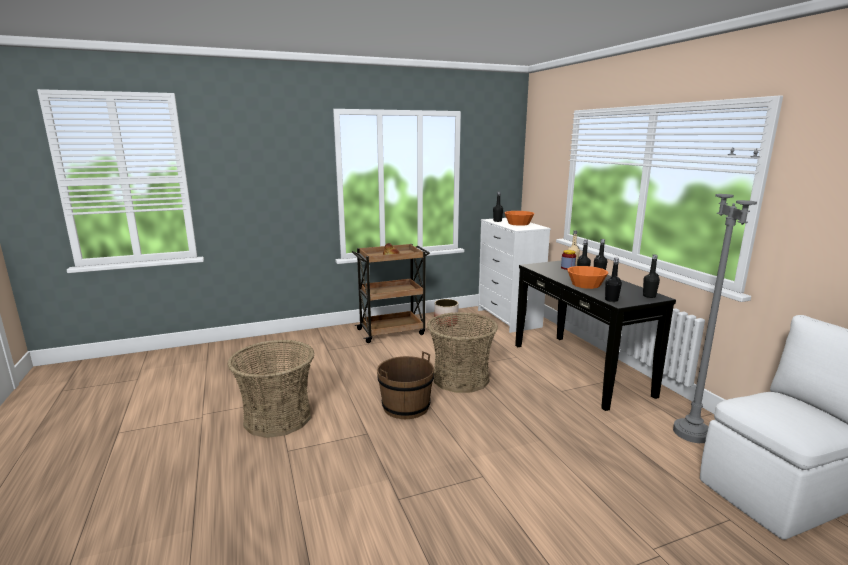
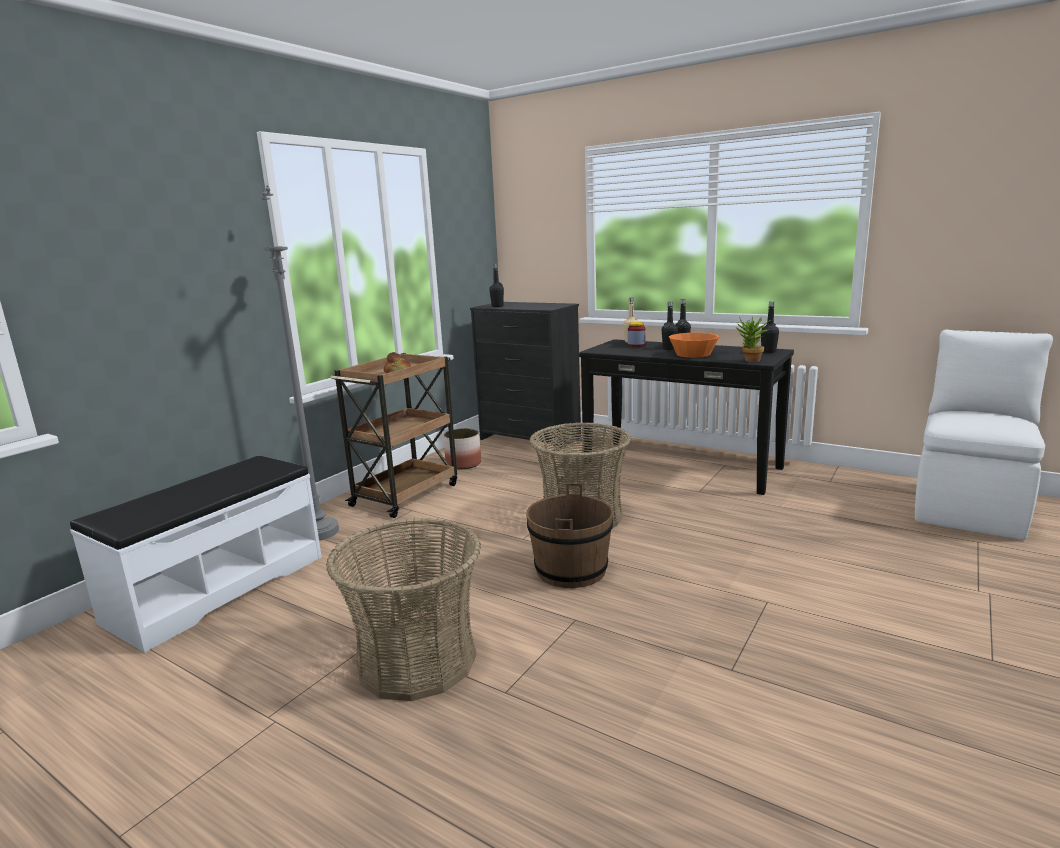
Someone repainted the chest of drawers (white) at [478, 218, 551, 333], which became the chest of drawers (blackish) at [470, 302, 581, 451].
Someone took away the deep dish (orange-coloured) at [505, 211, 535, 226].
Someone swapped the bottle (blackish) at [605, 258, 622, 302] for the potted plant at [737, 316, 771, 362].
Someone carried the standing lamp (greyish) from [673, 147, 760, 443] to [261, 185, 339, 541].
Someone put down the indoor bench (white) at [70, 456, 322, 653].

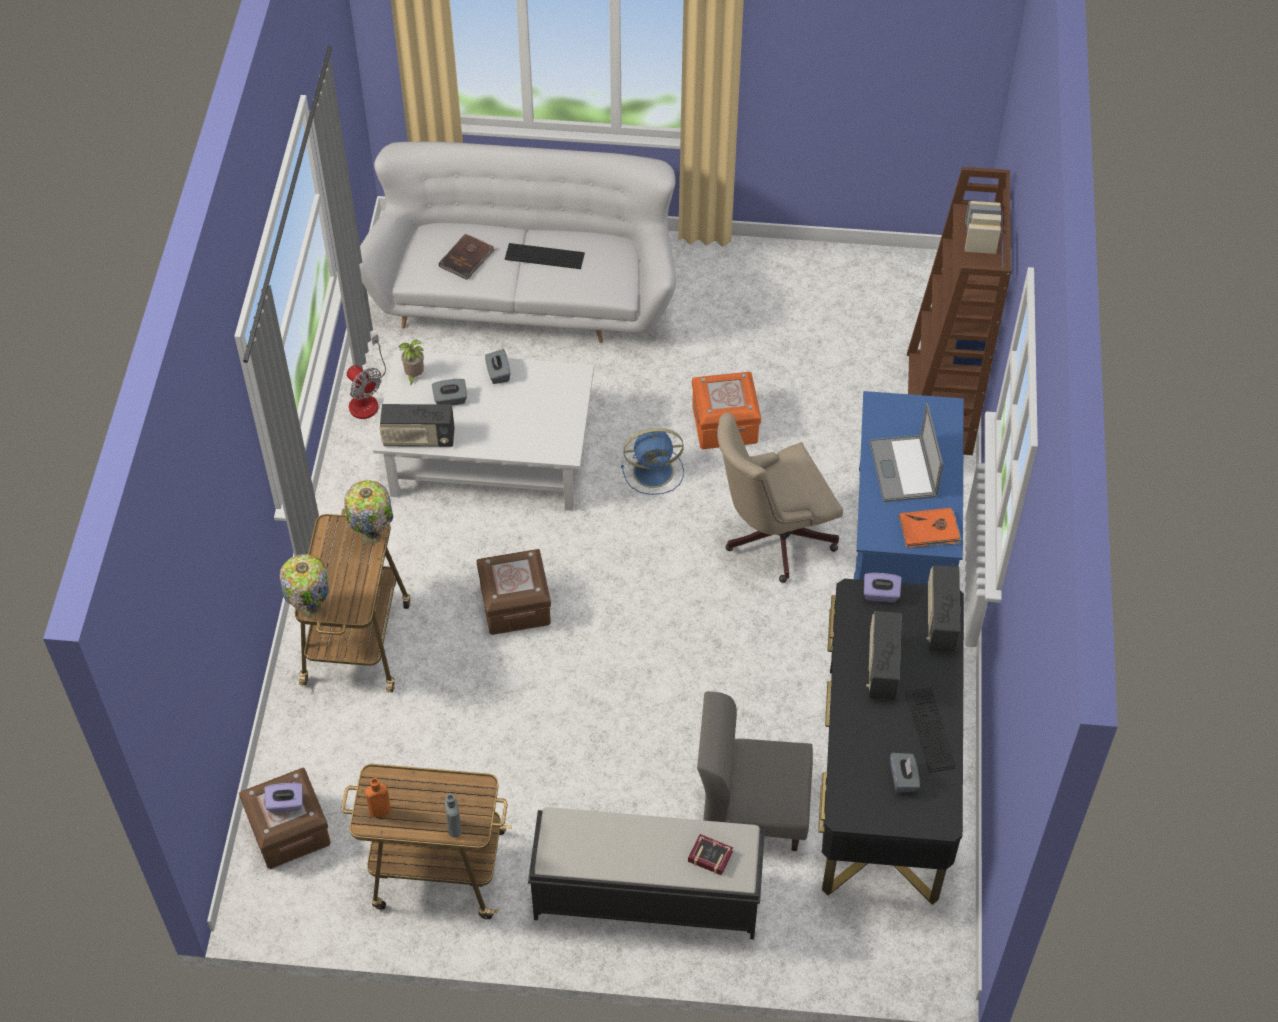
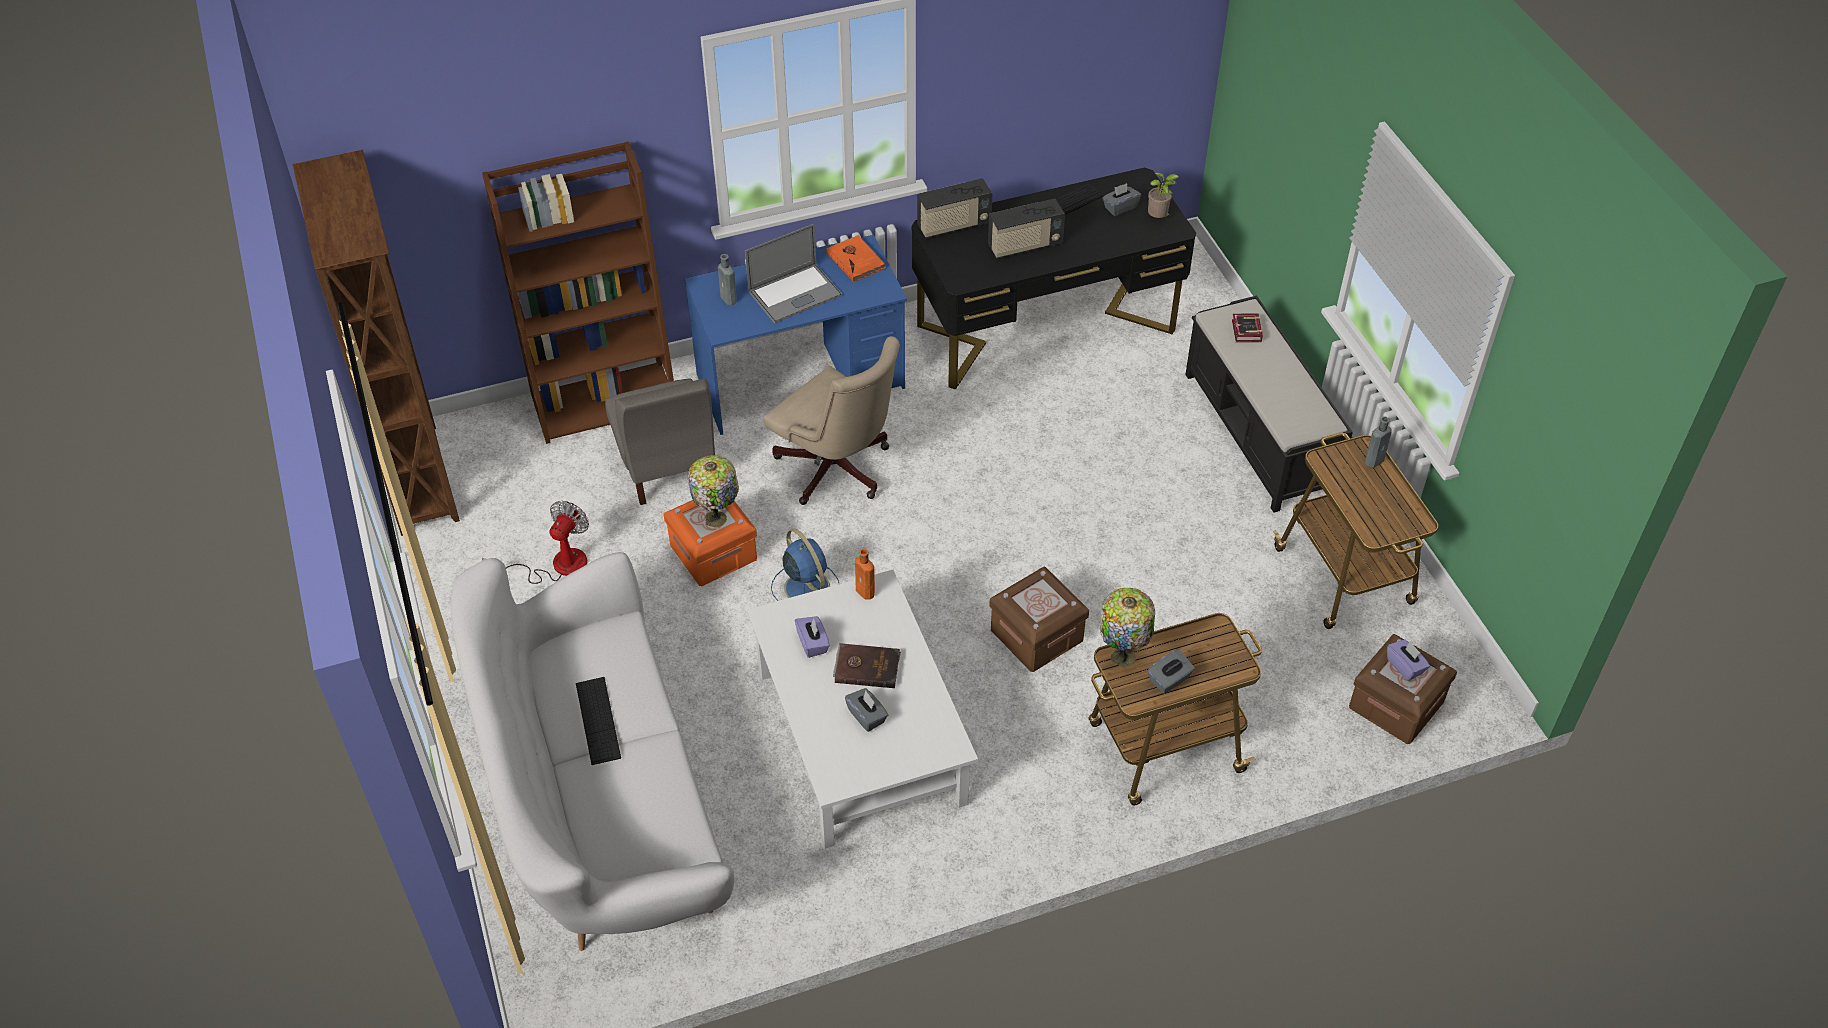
Someone carried the lamp for a table from [280, 554, 329, 618] to [688, 455, 739, 527].
Someone carried the fan from [347, 334, 386, 419] to [482, 501, 589, 584].
Someone carried the bottle (orange-coloured) from [365, 778, 391, 818] to [855, 549, 875, 600].
Someone took away the radio receiver at [379, 404, 455, 447].
Someone carried the potted plant from [398, 340, 424, 386] to [1148, 173, 1179, 218].
Someone carried the bound book (brown) from [439, 234, 496, 280] to [833, 643, 901, 688].
Someone carried the tissue holder (greyish) from [485, 349, 510, 384] to [1148, 649, 1195, 694].
Someone carried the chair (greyish) from [697, 691, 813, 851] to [605, 378, 715, 505].
Someone carried the tissue holder (purple) from [864, 573, 901, 602] to [795, 616, 830, 658].
Someone put down the bookshelf (brown) at [293, 150, 460, 536].
Someone put down the bottle (greyish) at [718, 254, 737, 305].

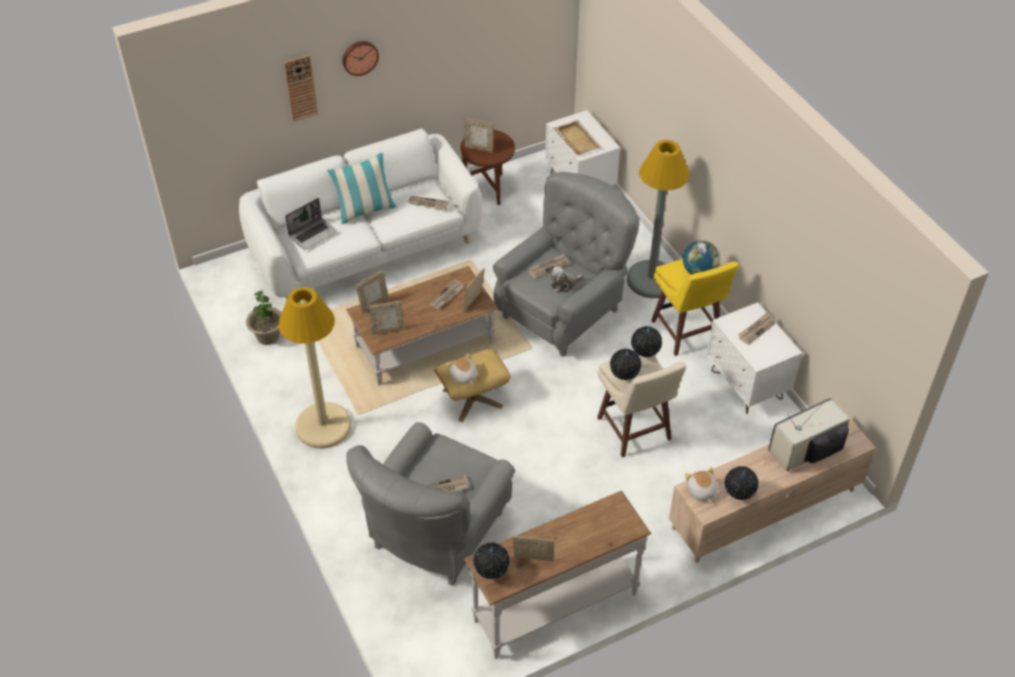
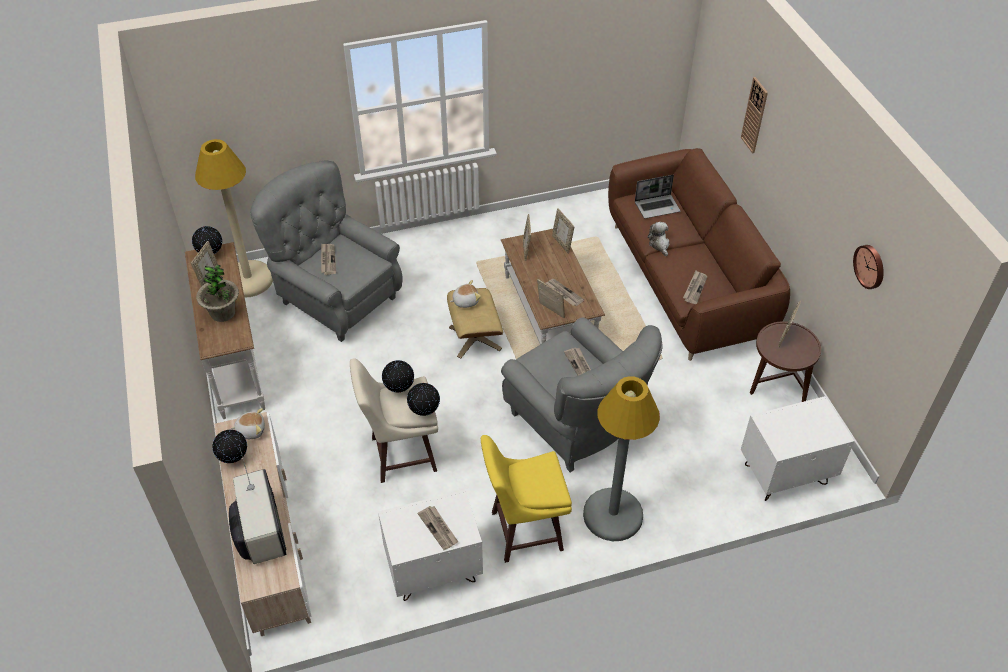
Someone repainted the sofa (white) at [239, 128, 482, 300], which became the sofa (brown) at [608, 148, 790, 361].
Someone carried the potted plant from [246, 291, 282, 345] to [196, 265, 239, 322].
Someone carried the standing lamp (beige) from [278, 287, 352, 449] to [195, 139, 273, 298].
Someone rotated the notebook computer at [285, 198, 337, 250] by 75 degrees counterclockwise.
Someone took away the throw pillow at [327, 152, 397, 224].
Someone carried the clock on the wall from [342, 41, 379, 76] to [853, 245, 884, 289].
Someone carried the cuddly toy from [550, 266, 584, 293] to [648, 222, 670, 257].
Someone took away the carrying tray (beige) at [553, 120, 603, 155].
Someone took away the globe at [683, 240, 720, 275].

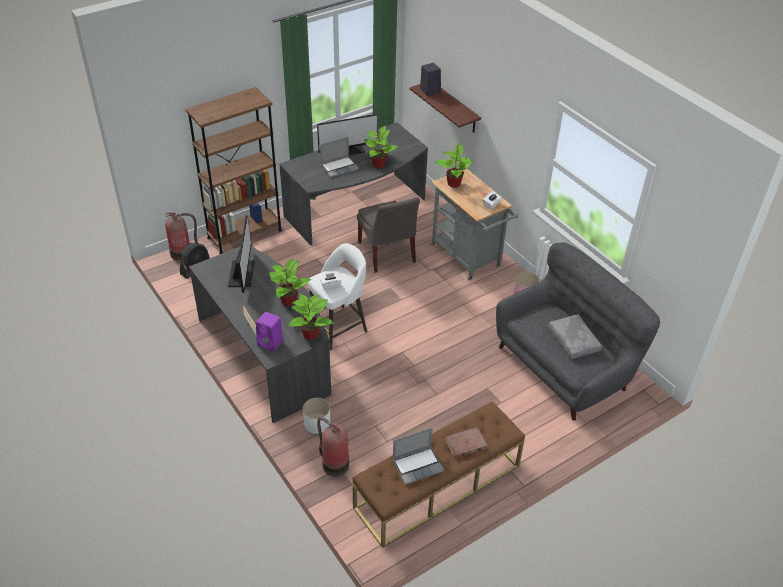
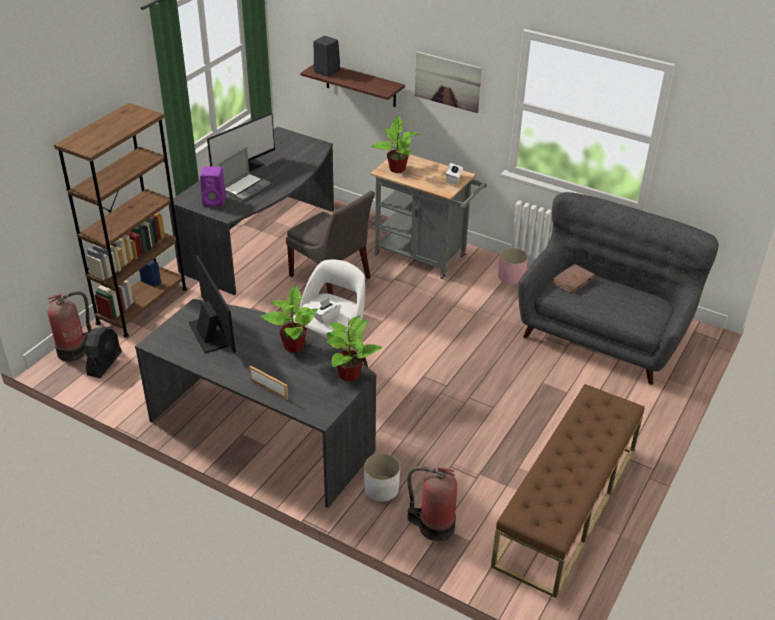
Someone carried the speaker (purple) from [256, 312, 283, 352] to [200, 166, 226, 207].
Someone took away the potted plant at [364, 126, 399, 168].
Someone took away the notebook computer at [392, 427, 444, 485].
Someone carried the bound book (brown) from [445, 427, 488, 458] to [552, 264, 595, 294].
Someone took away the throw pillow (greyish) at [548, 314, 602, 359].
Someone put up the picture at [415, 51, 482, 113].

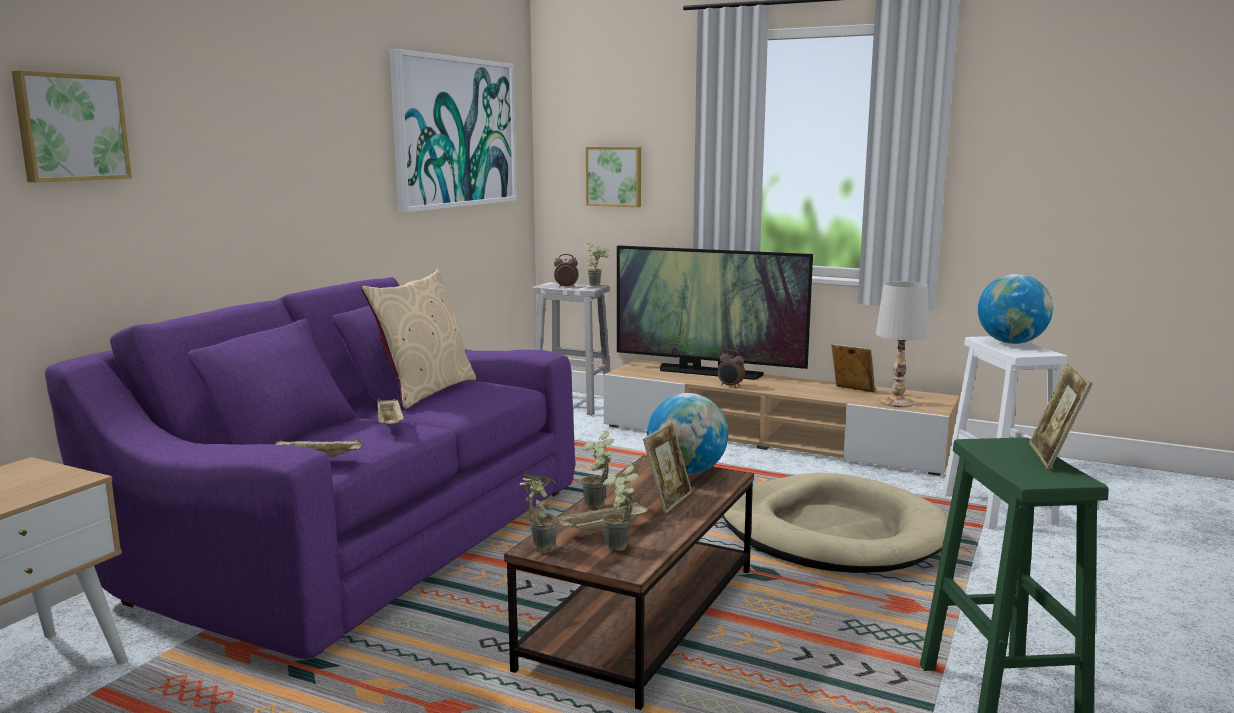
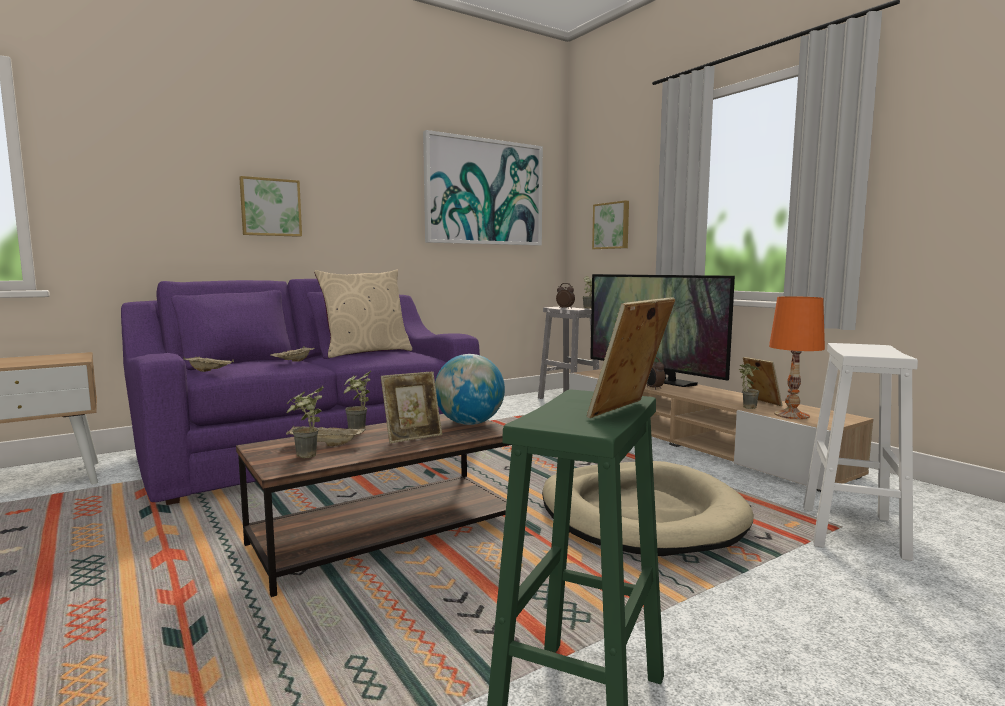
Someone carried the picture from [12, 70, 132, 182] to [239, 176, 302, 237].
Someone carried the potted plant from [520, 473, 559, 553] to [738, 363, 760, 409].
Someone repainted the lamp for a table (white) at [876, 281, 929, 407], which became the lamp for a table (orange-coloured) at [769, 296, 825, 419].
Someone took away the globe at [978, 274, 1053, 344].

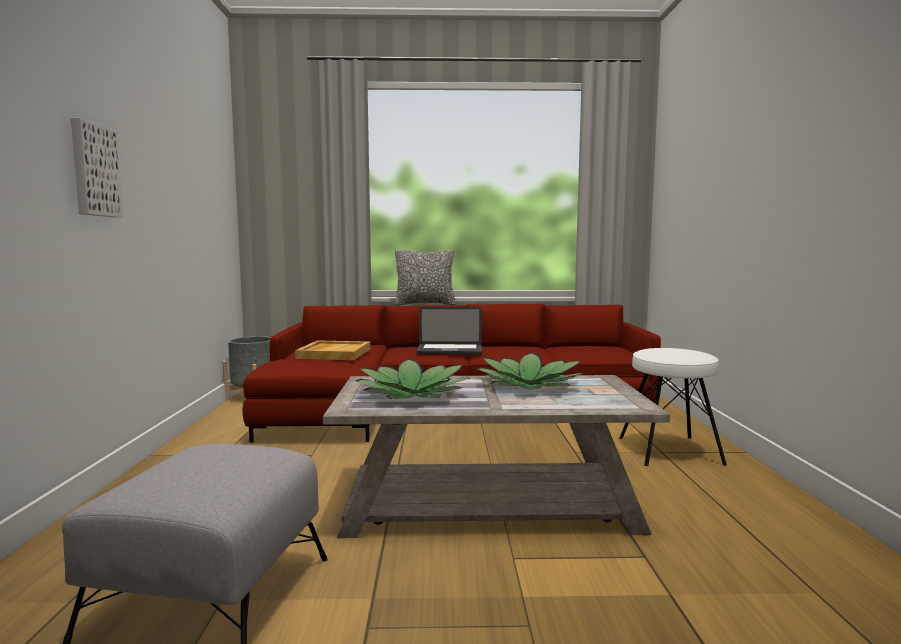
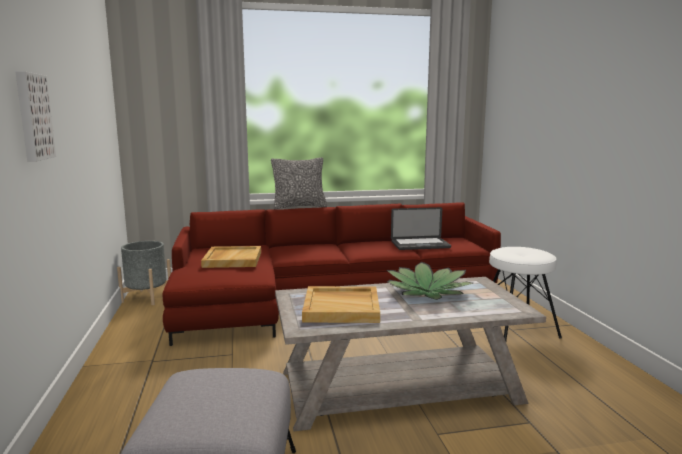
Someone swapped the potted plant at [355, 358, 470, 399] for the carrying tray (beige) at [302, 286, 380, 323].
Someone carried the notebook computer from [416, 307, 482, 355] to [391, 207, 451, 250].

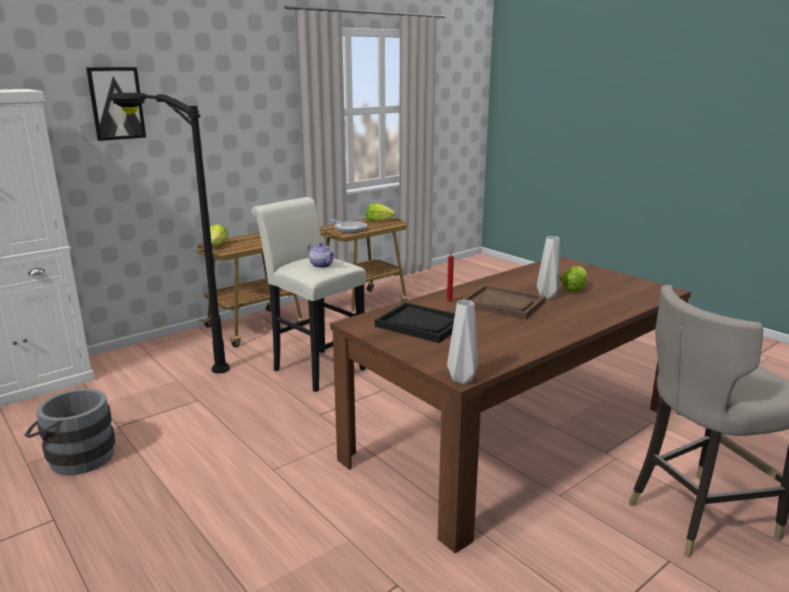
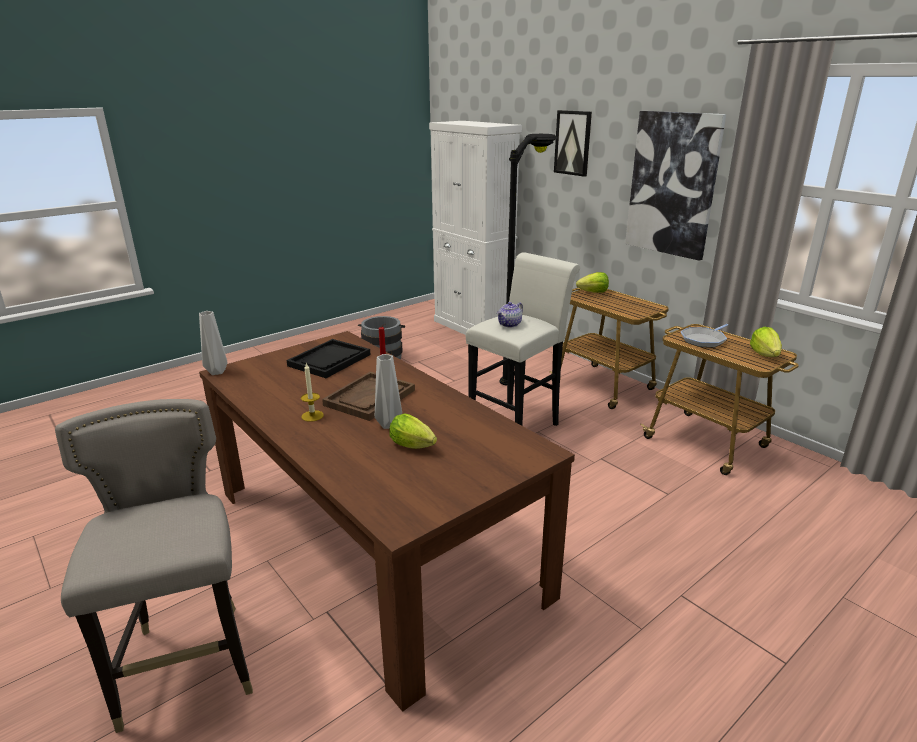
Someone put down the candle at [301, 363, 324, 422].
Someone put up the picture at [625, 111, 726, 261].

